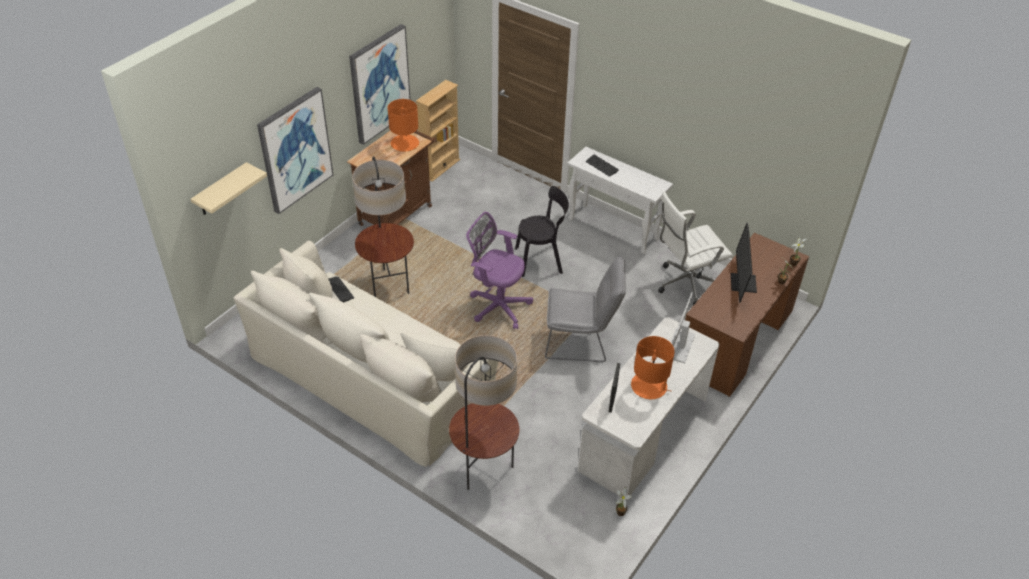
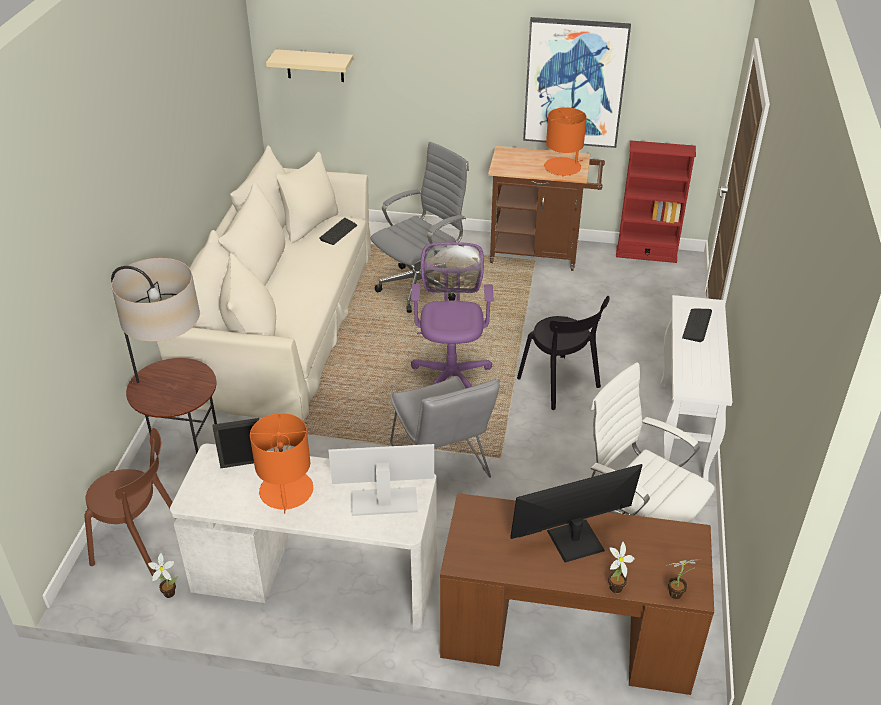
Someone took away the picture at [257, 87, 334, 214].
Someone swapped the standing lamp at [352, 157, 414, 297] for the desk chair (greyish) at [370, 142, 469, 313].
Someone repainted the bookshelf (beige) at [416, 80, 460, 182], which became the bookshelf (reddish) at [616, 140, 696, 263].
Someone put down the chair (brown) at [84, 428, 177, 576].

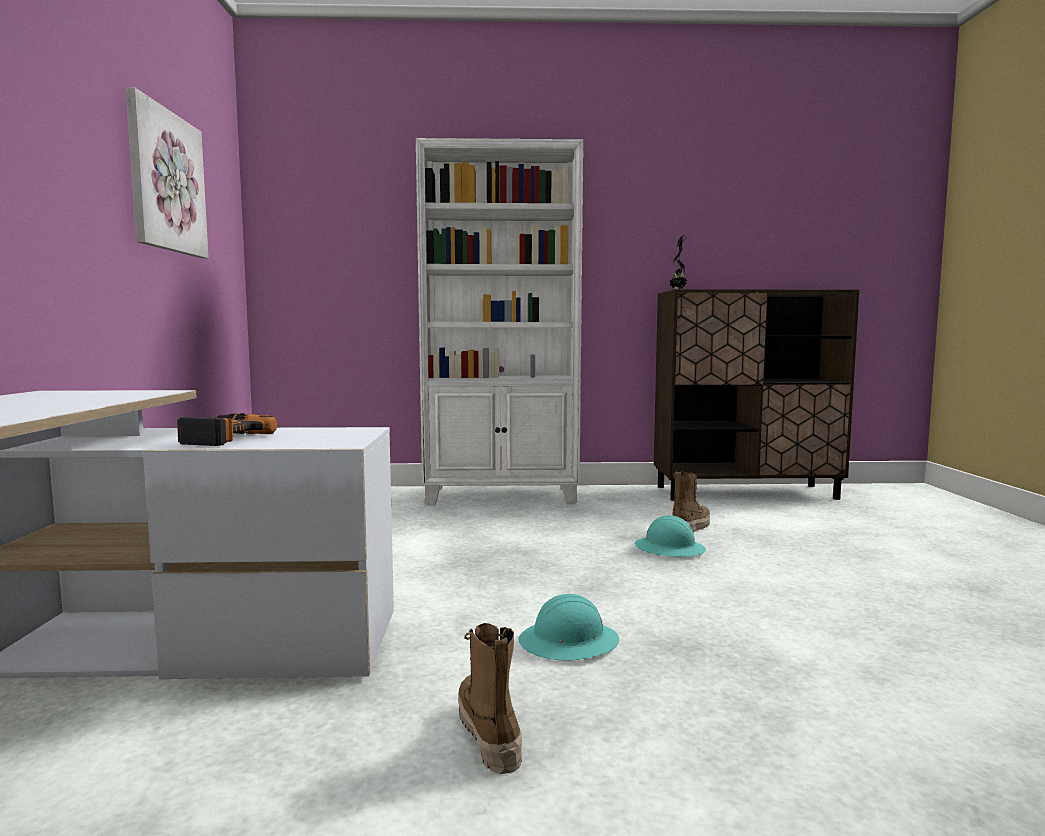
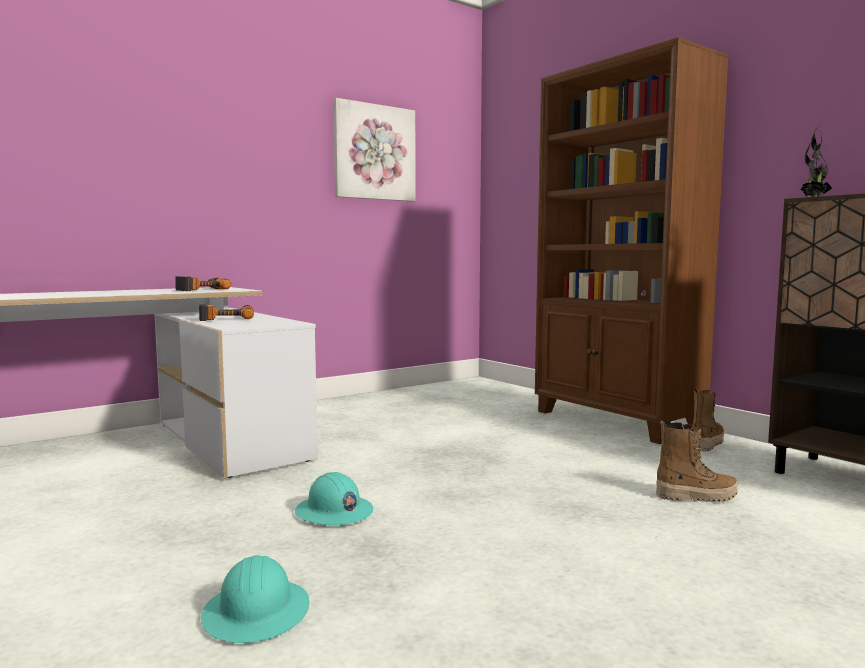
Someone repainted the bookshelf (white) at [416, 138, 583, 504], which became the bookshelf (brown) at [535, 37, 729, 444].
Someone carried the high-top boot from [458, 623, 522, 774] to [692, 389, 724, 451].
Someone carried the hard hat (turquoise) from [635, 515, 706, 557] to [201, 555, 309, 643].
Someone put down the drill at [175, 276, 231, 291].

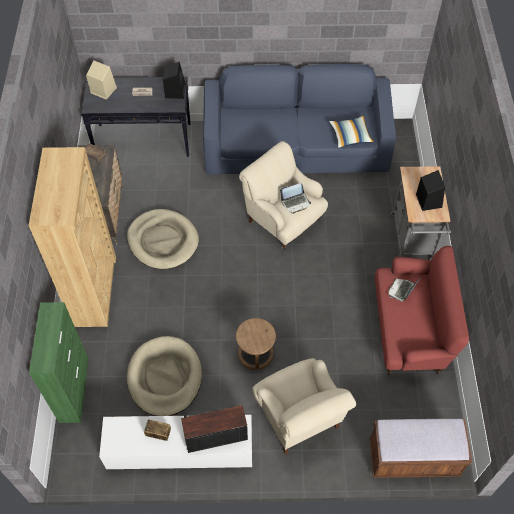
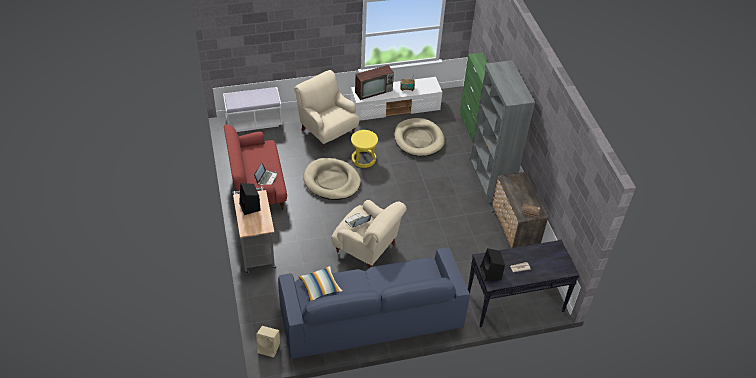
Someone repainted the bookshelf (brown) at [29, 147, 116, 327], which became the bookshelf (greyish) at [470, 60, 535, 203].
Someone carried the speaker (beige) from [86, 60, 117, 100] to [256, 326, 280, 358].
Someone carried the dog cushion (beige) from [127, 209, 199, 269] to [303, 158, 361, 200].
Someone repainted the stool seat (brown) at [236, 318, 276, 370], which became the stool seat (yellow) at [351, 130, 378, 168].
Someone repainted the indoor bench (brown) at [369, 419, 472, 478], which became the indoor bench (white) at [223, 87, 283, 132].

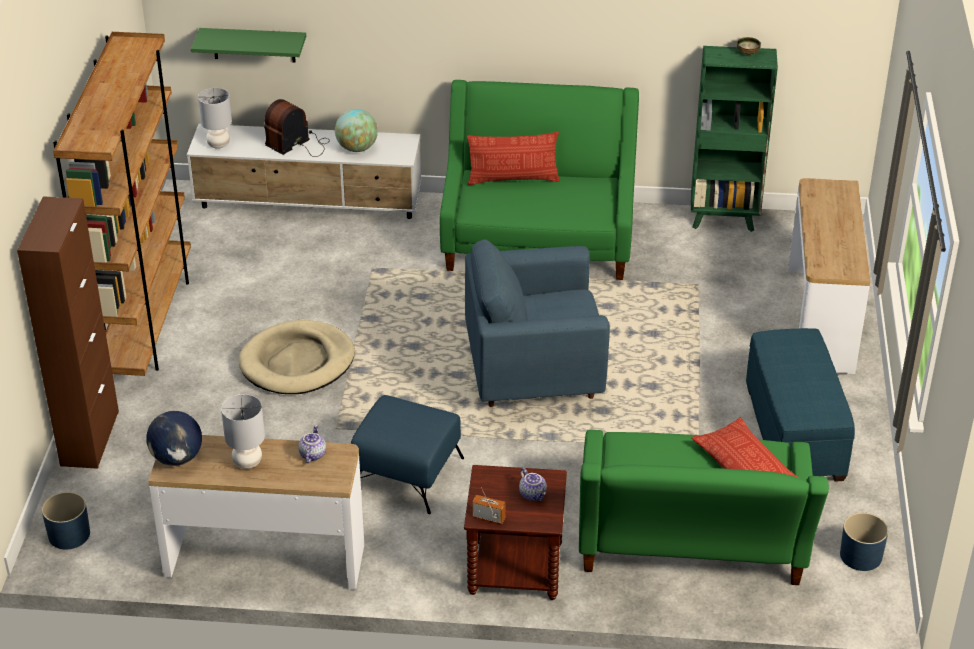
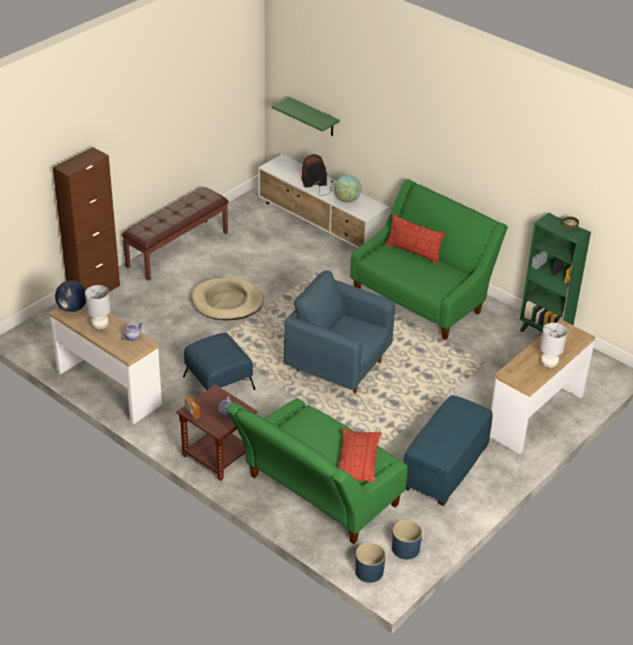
Someone carried the planter (blue) from [42, 492, 90, 550] to [355, 542, 386, 583].
Someone swapped the bookshelf (brown) at [53, 32, 191, 376] for the indoor bench (brown) at [122, 187, 229, 281].
Someone carried the lamp for a table (greyish) from [198, 88, 232, 149] to [540, 323, 567, 368].

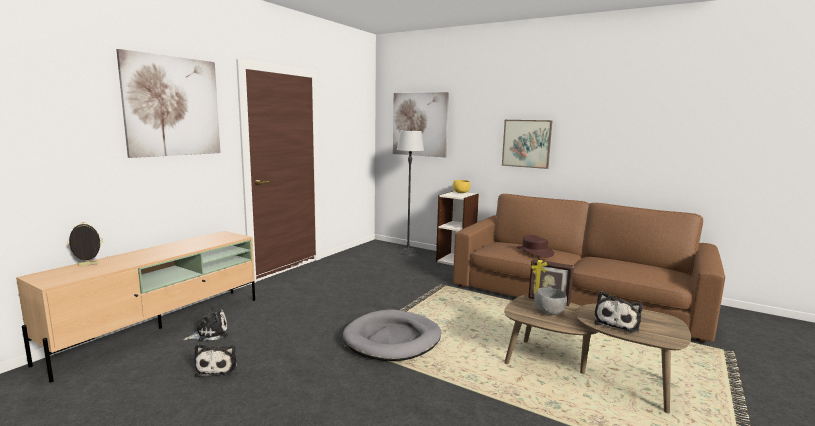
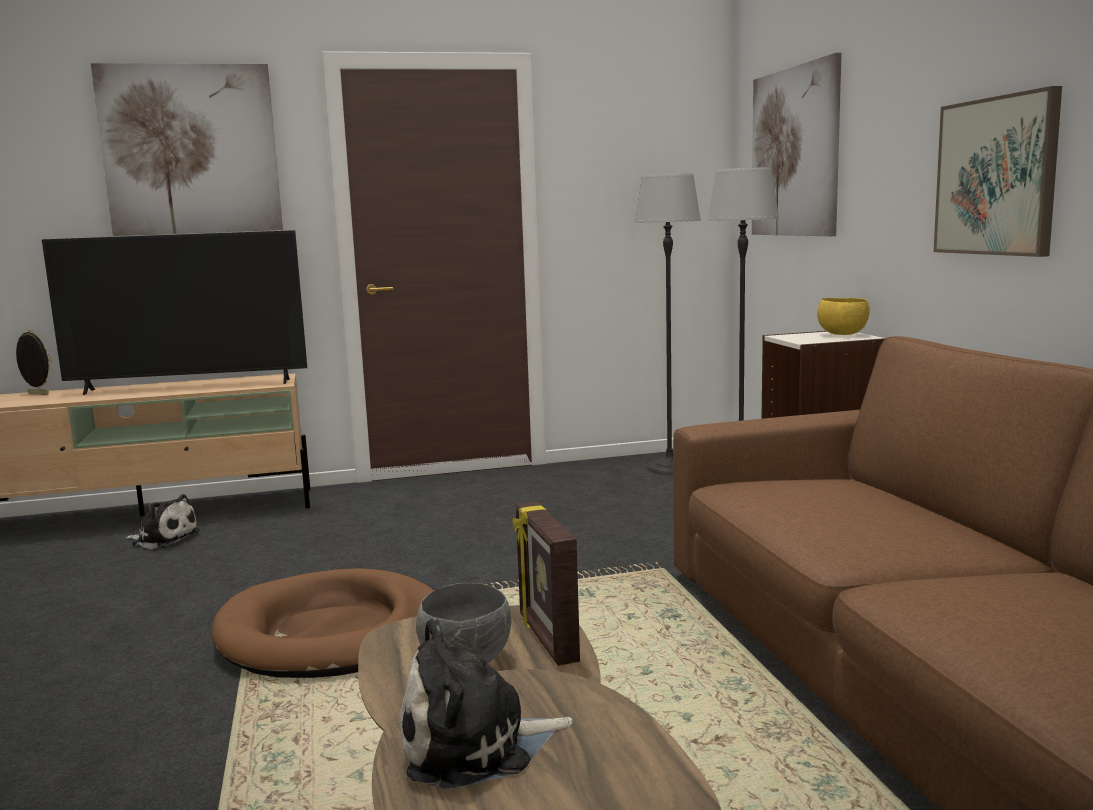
Someone took away the cuddly toy at [195, 344, 237, 377].
Someone repainted the dog cushion (greyish) at [343, 310, 441, 361], which became the dog cushion (brown) at [211, 568, 434, 678].
Someone took away the hat (brown) at [517, 235, 554, 258].
Someone put down the TV at [42, 230, 307, 395].
Someone put down the standing lamp at [635, 173, 701, 475].

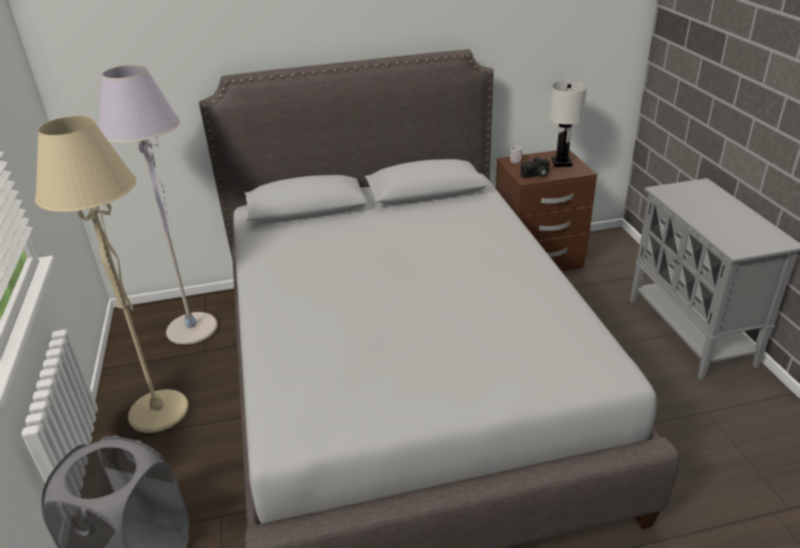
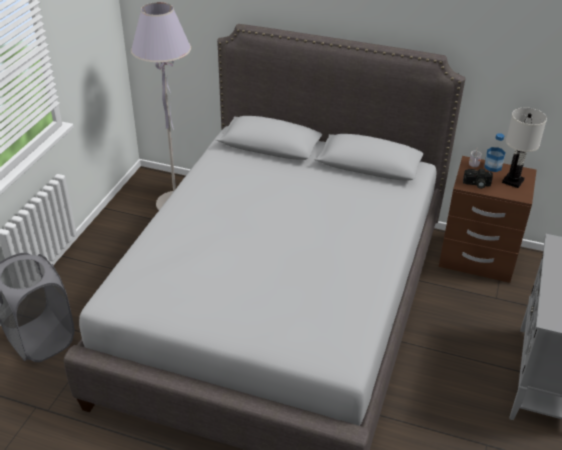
Someone took away the standing lamp (beige) at [35, 116, 188, 433].
Someone put down the bottle at [484, 133, 506, 172].

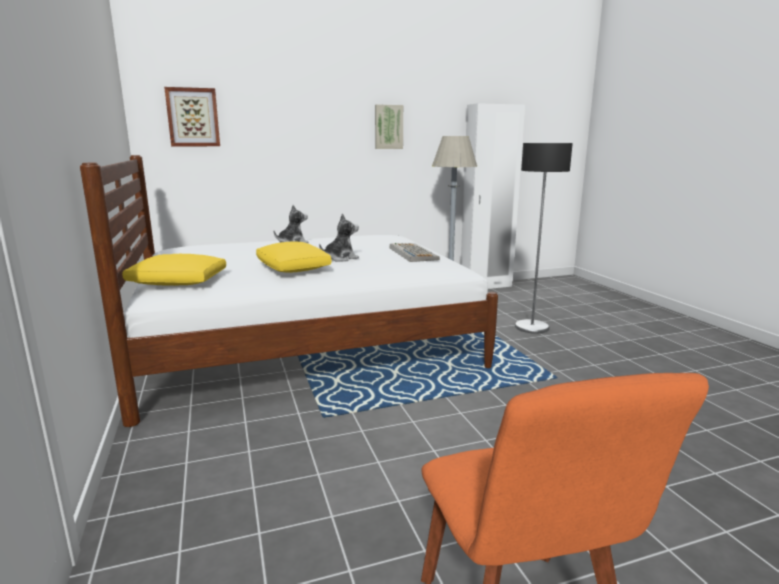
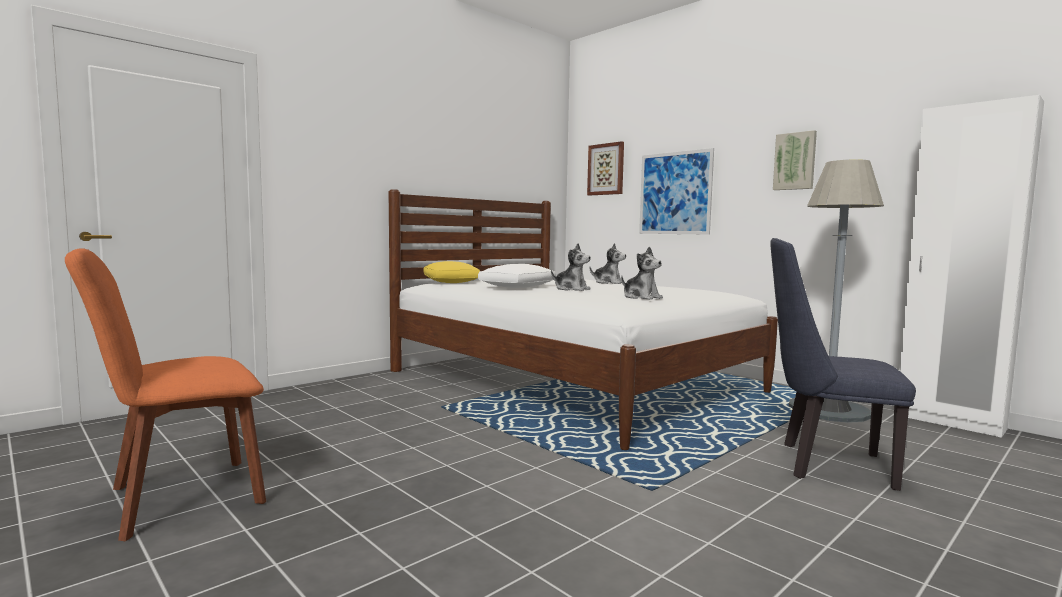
Someone repainted the throw pillow (yellow) at [256, 241, 332, 273], which became the throw pillow (white) at [478, 264, 556, 288].
Someone swapped the computer keyboard at [390, 243, 440, 262] for the cuddly toy at [621, 246, 663, 300].
Someone swapped the standing lamp at [515, 143, 573, 334] for the chair (blue) at [770, 238, 916, 491].
Someone put up the picture at [639, 148, 714, 235].

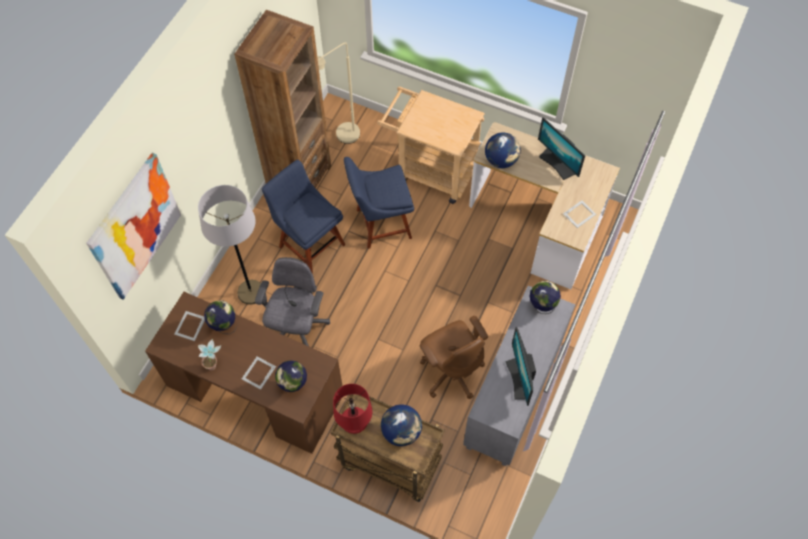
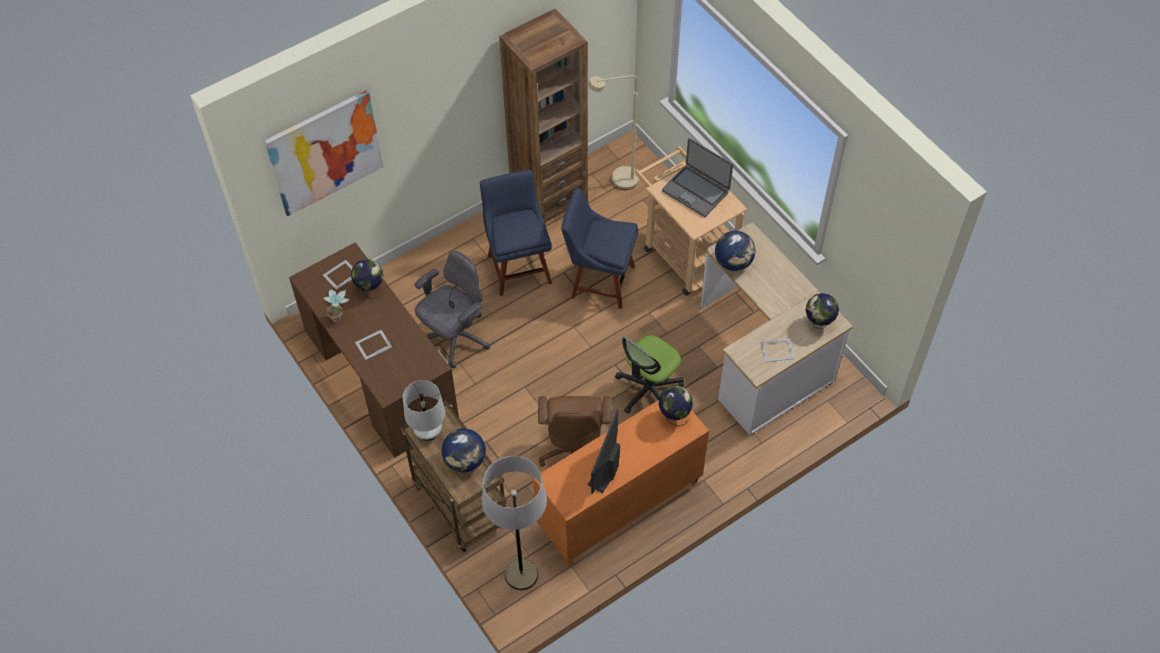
Someone carried the standing lamp (greyish) from [198, 185, 261, 305] to [482, 456, 547, 590].
Someone carried the globe from [275, 360, 307, 392] to [806, 293, 839, 330].
Someone repainted the lamp for a table (reddish) at [333, 384, 373, 434], which became the lamp for a table (white) at [403, 380, 445, 441].
Someone repainted the cabinet (greyish) at [463, 286, 575, 466], which became the cabinet (orange-coloured) at [533, 400, 709, 566].
Someone took away the computer display at [538, 117, 585, 180].
Someone put down the desk chair at [615, 335, 684, 414].
Someone put down the notebook computer at [662, 138, 733, 217].

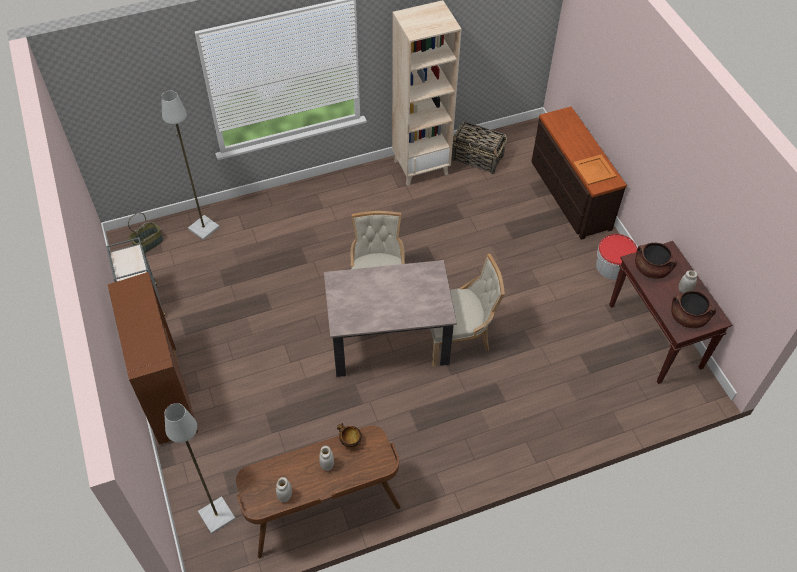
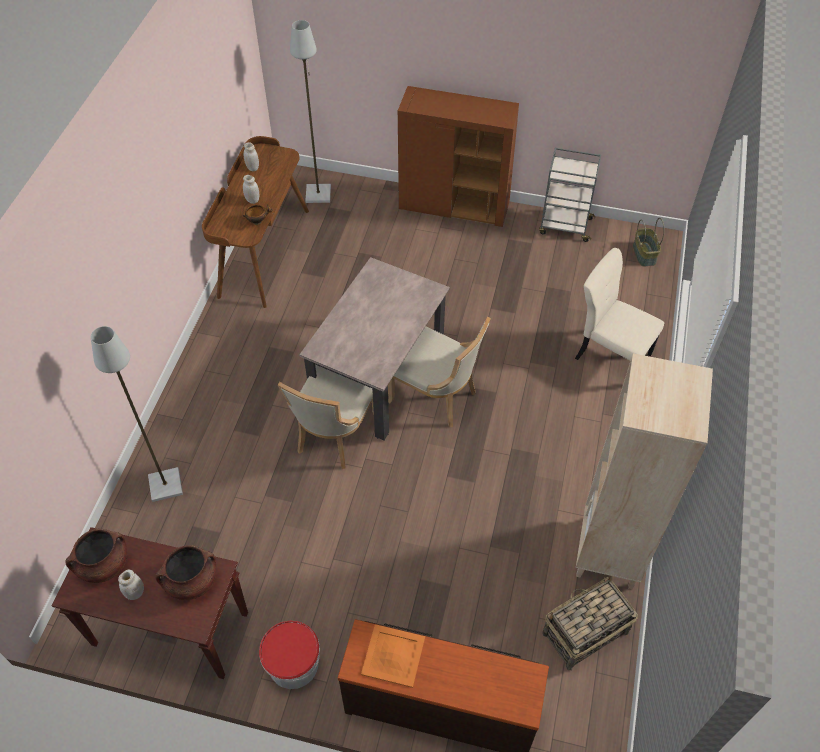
Someone carried the standing lamp (greyish) from [161, 91, 219, 240] to [91, 326, 183, 502].
Someone put down the chair (beige) at [575, 248, 664, 361].

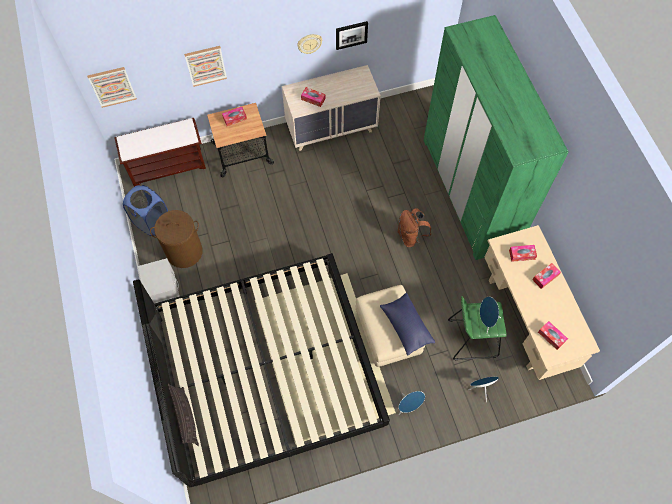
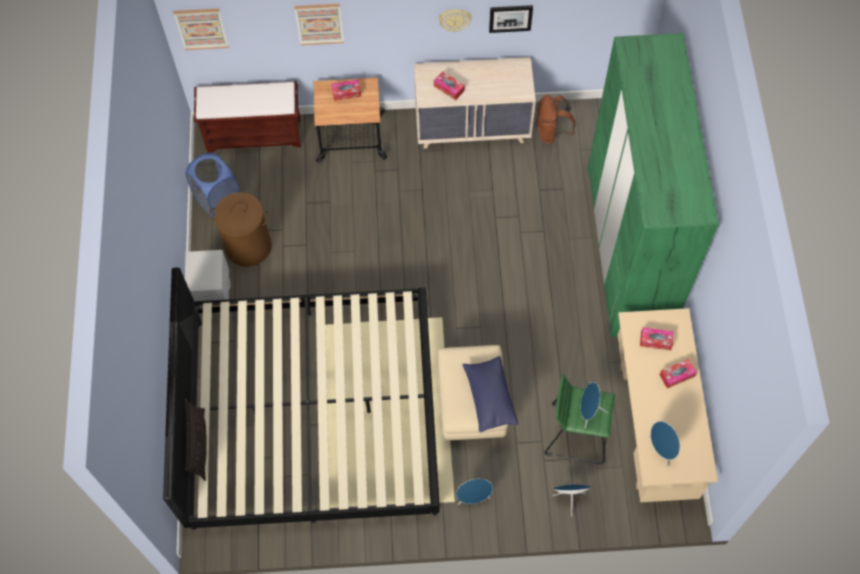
Someone carried the rucksack (brown) from [398, 208, 431, 247] to [536, 95, 575, 144].
Someone swapped the tissue holder at [538, 321, 568, 350] for the speaker (blue) at [649, 421, 680, 466].

